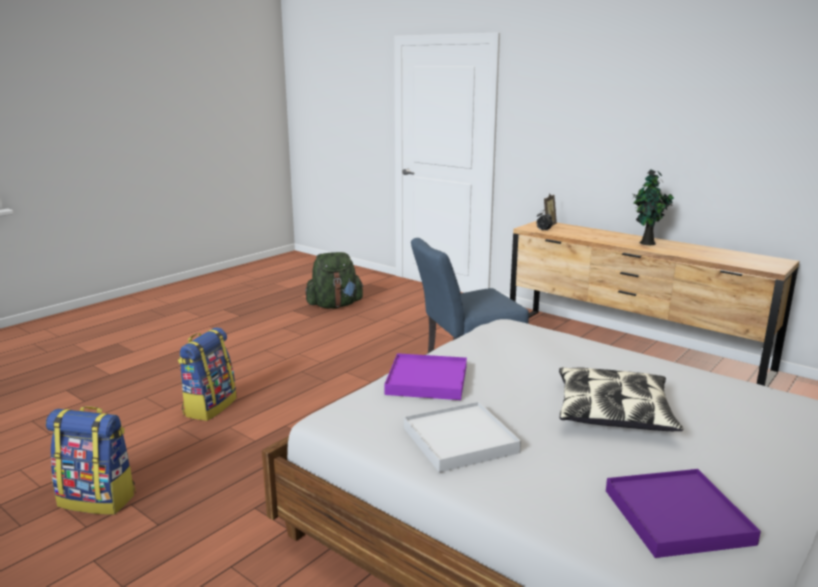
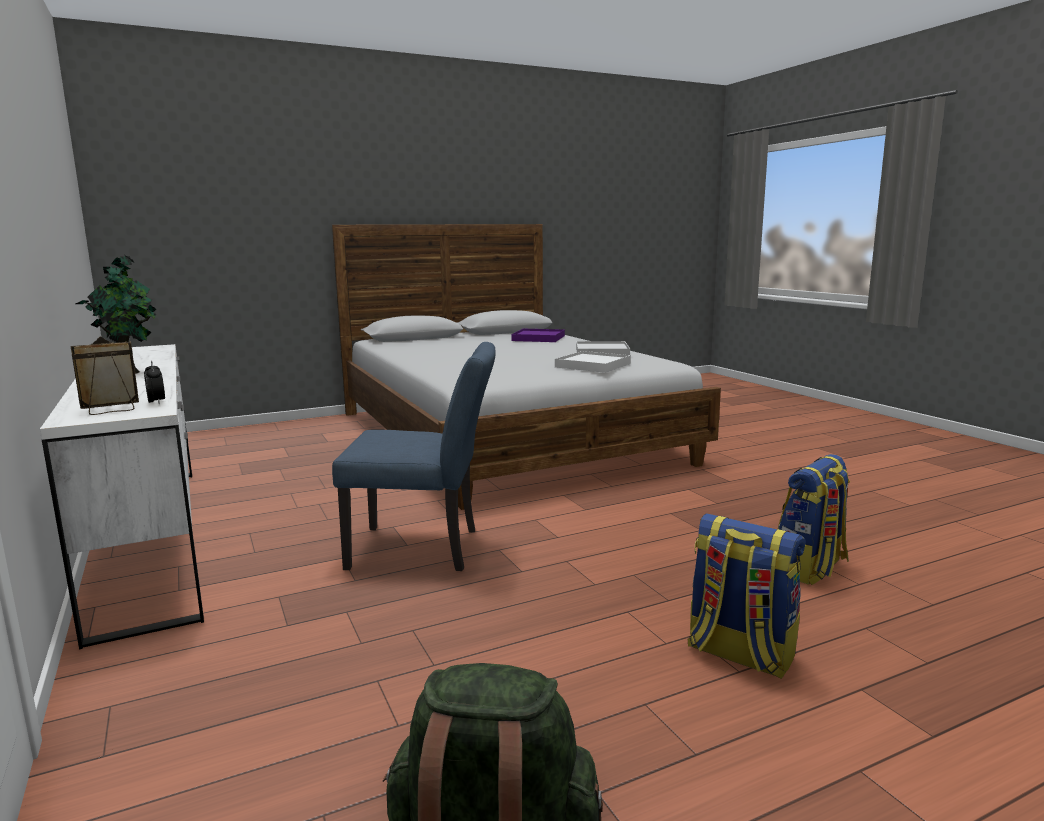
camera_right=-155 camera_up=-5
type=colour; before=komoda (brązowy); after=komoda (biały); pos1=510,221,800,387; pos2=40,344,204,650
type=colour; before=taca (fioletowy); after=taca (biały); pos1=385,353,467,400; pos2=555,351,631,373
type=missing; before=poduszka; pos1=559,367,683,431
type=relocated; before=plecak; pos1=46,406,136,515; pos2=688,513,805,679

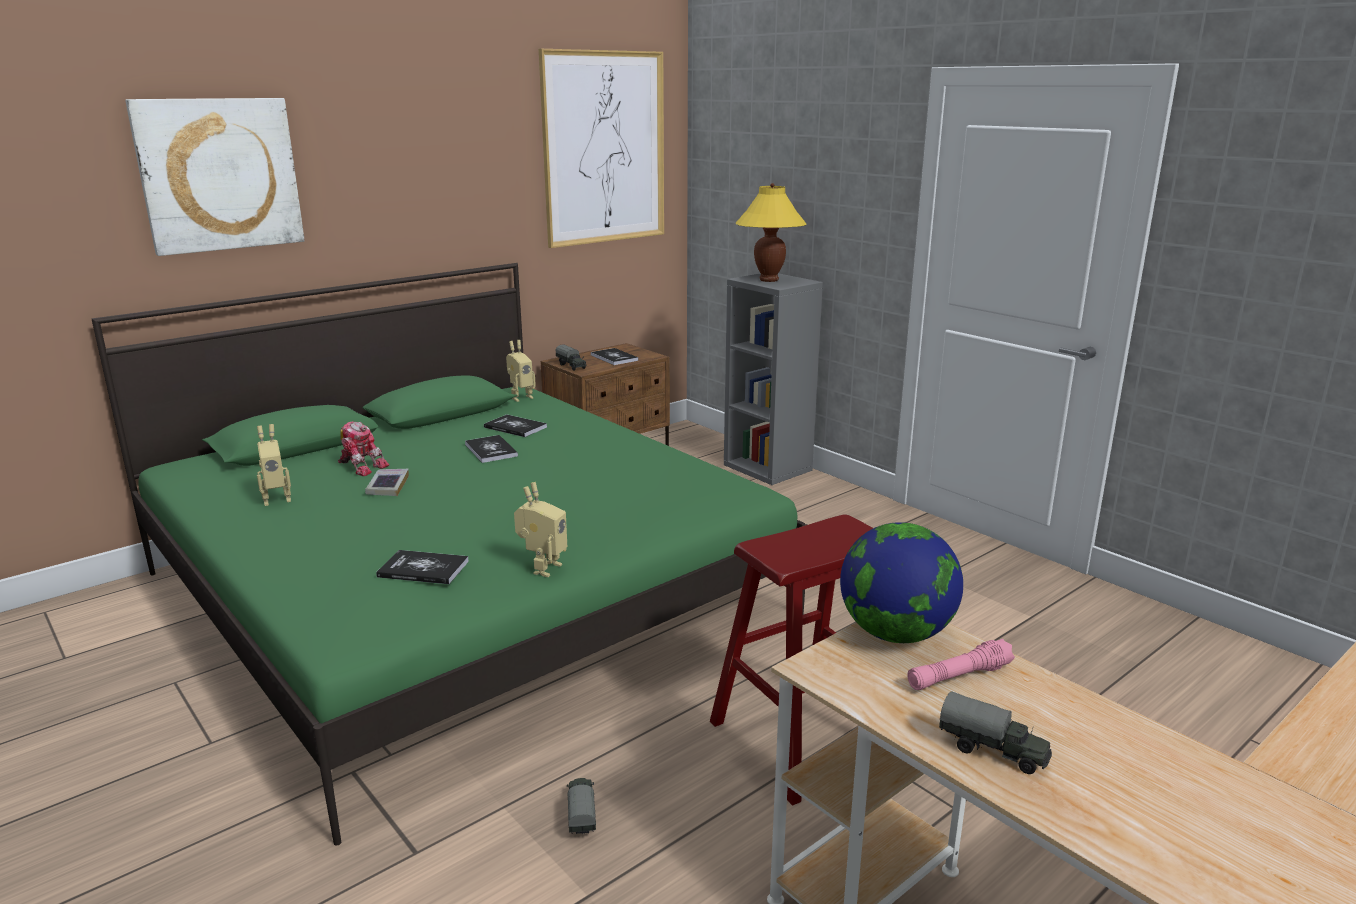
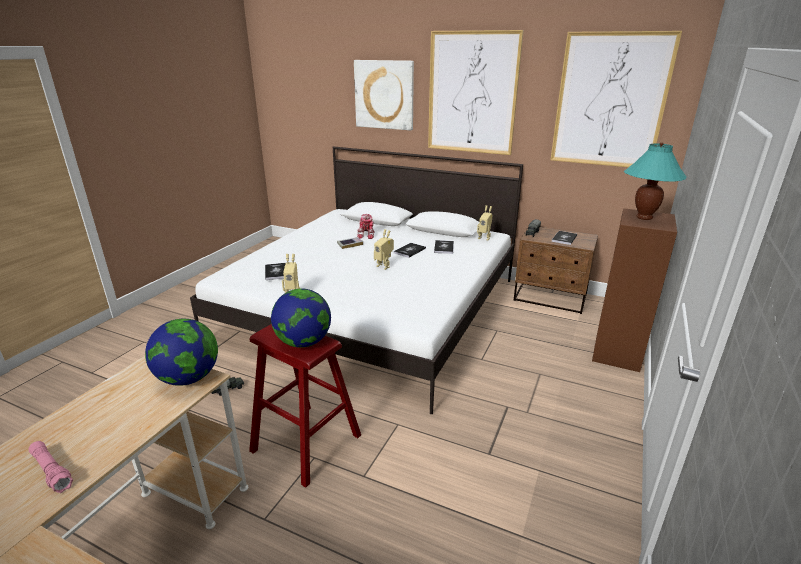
camera_right=65 camera_up=5
type=colour; before=lampa stołowa (żółty); after=lampa stołowa (turkusowy); pos1=736,183,807,282; pos2=624,142,687,220
type=colour; before=łóżko (zielony); after=łóżko (biały); pos1=91,263,807,846; pos2=190,146,523,414
type=colour; before=regał (szary); after=regał (brązowy); pos1=724,273,823,485; pos2=592,208,677,372
type=relocated; before=robot zabawkowy; pos1=257,424,291,506; pos2=374,229,394,270
type=relocated; before=latarka (różowy); pos1=907,639,1015,690; pos2=28,441,73,493
type=missing; before=ciężarówka zabawkowa; pos1=939,691,1052,774
type=appeared; after=obraz; pos2=428,30,524,155
type=appeared; after=globus; pos2=271,288,331,348

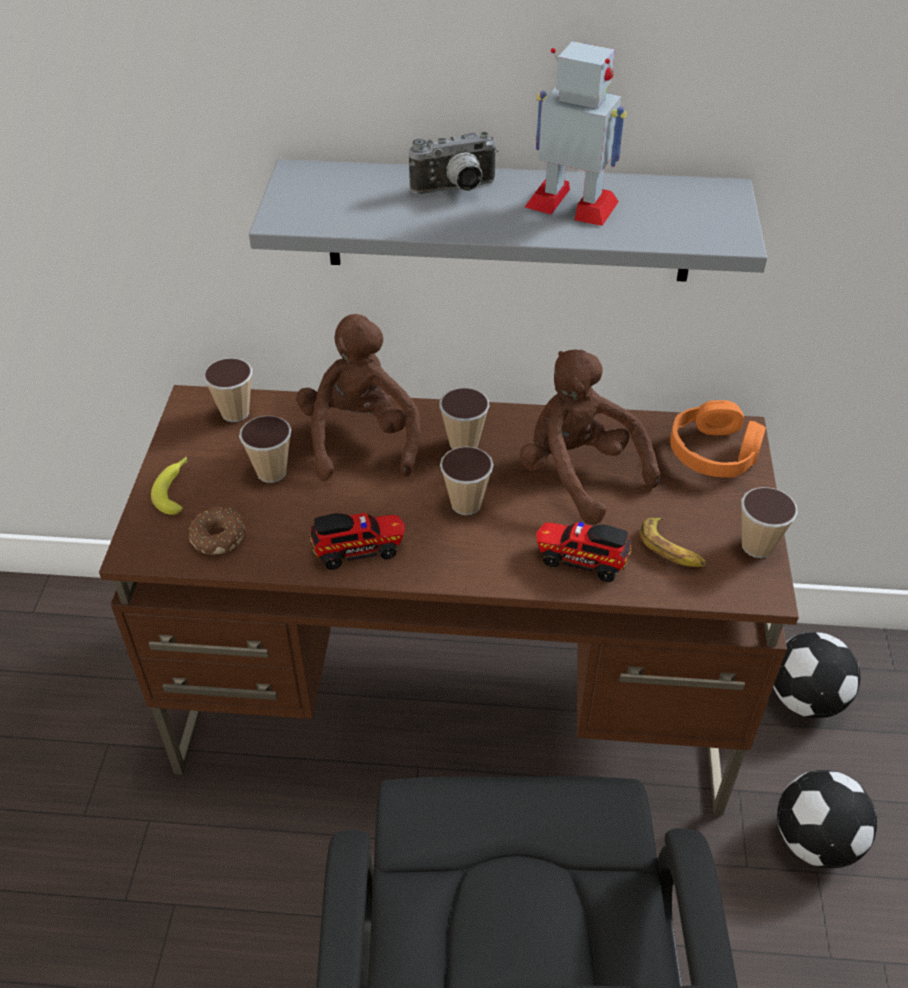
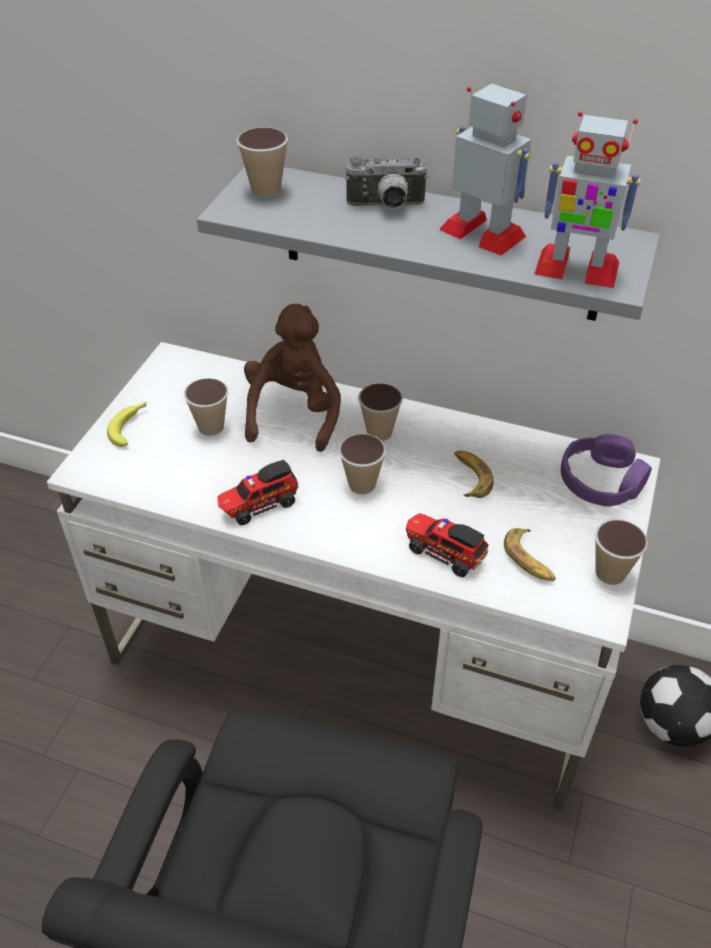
camera_right=15 camera_up=0
type=exchanged; before=pluszak (brązowy); after=banan; pos1=520,350,661,525; pos2=454,451,494,498
type=relocated; before=filiżanka; pos1=203,358,252,422; pos2=237,127,288,197
type=colour; before=biurko (brązowy); after=biurko (biały); pos1=99,385,799,815; pos2=47,342,660,811
type=colour; before=słuchawki (pomarańczowy); after=słuchawki (fioletowy); pos1=670,400,766,478; pos2=561,434,652,507
type=missing; before=donut; pos1=189,507,245,555
type=spun; before=ciężarówka zabawkowa; pos1=310,513,405,570; pos2=218,460,298,525; turn=150
type=missing; before=piłka futbolowa; pos1=777,770,877,868
type=appeared; after=robot zabawkowy; pos2=534,112,641,288

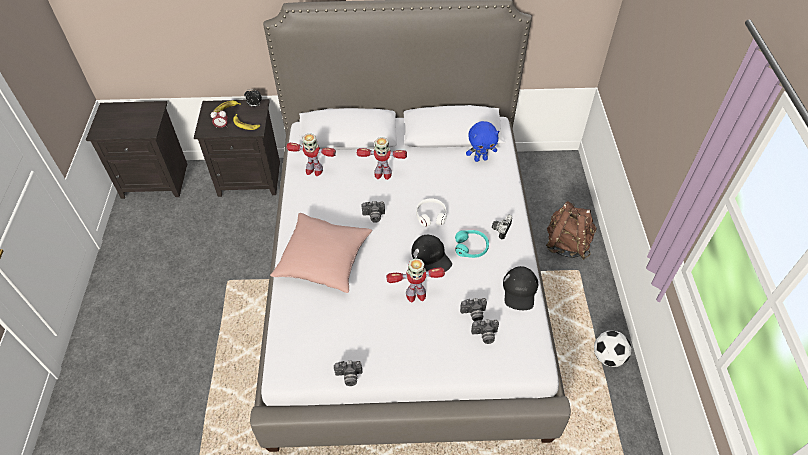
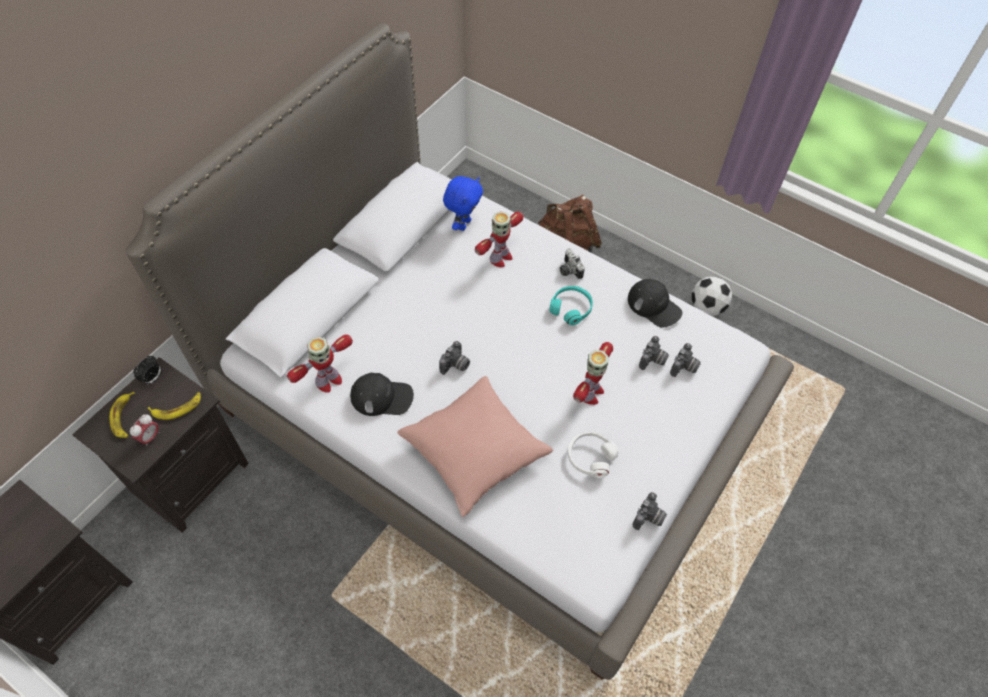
camera_right=-55 camera_up=5
type=relocated; before=robot zabawkowy; pos1=357,137,407,180; pos2=475,211,524,267
type=relocated; before=słuchawki (biały); pos1=416,198,447,227; pos2=568,432,619,478
type=relocated; before=czapka z daszkiem (czarny); pos1=412,235,452,272; pos2=350,372,414,416

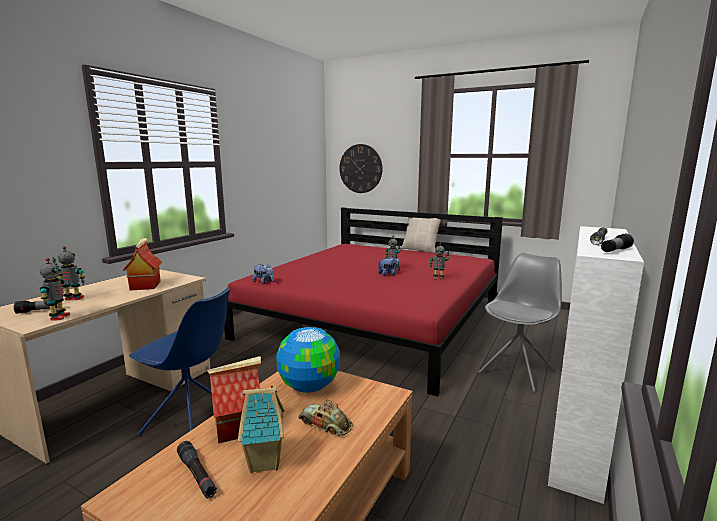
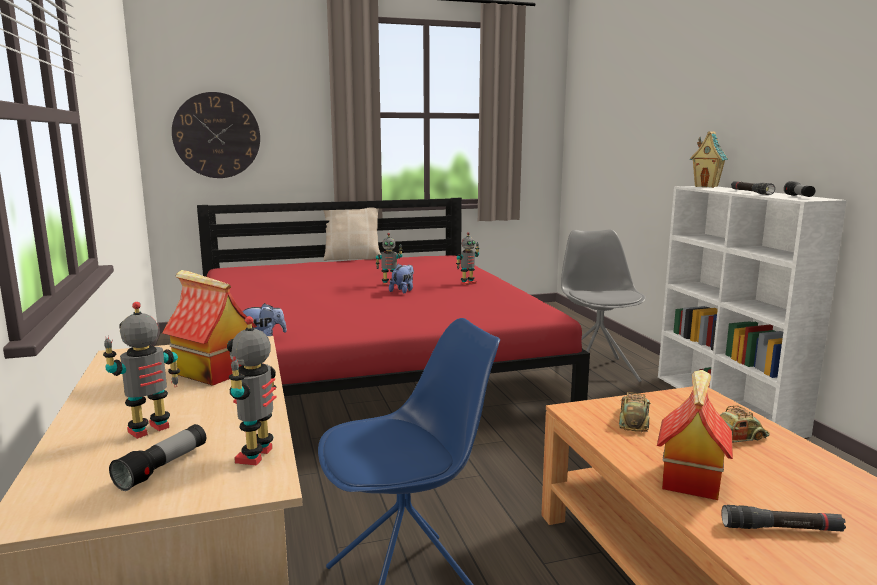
camera_right=-45 camera_up=0
type=spun; before=robot zabawkowy; pos1=40,258,70,321; pos2=227,316,277,465; turn=-120
type=exchanged; before=globus; after=samochodzik; pos1=276,327,340,393; pos2=619,392,651,432
type=relocated; before=domek; pos1=238,385,285,473; pos2=690,131,728,188

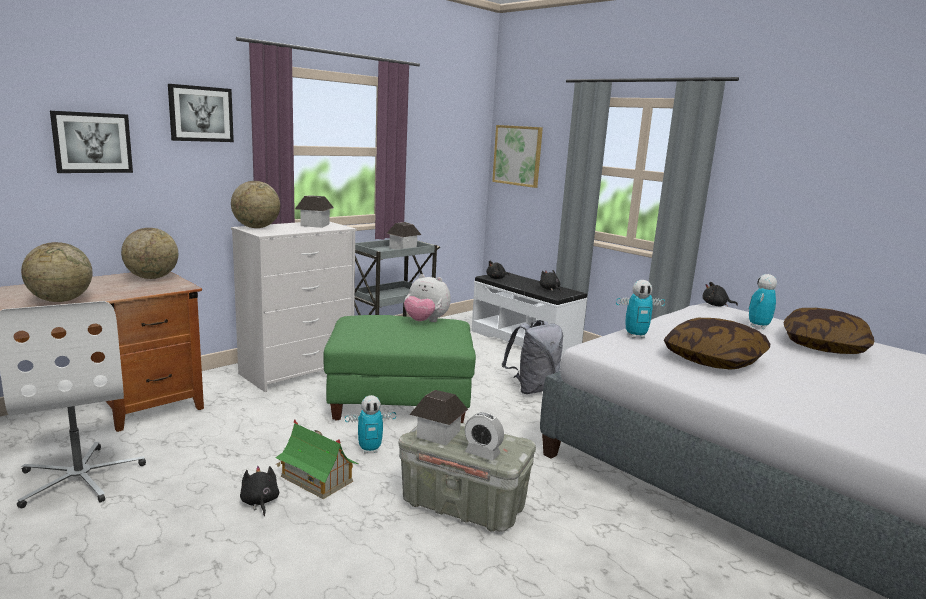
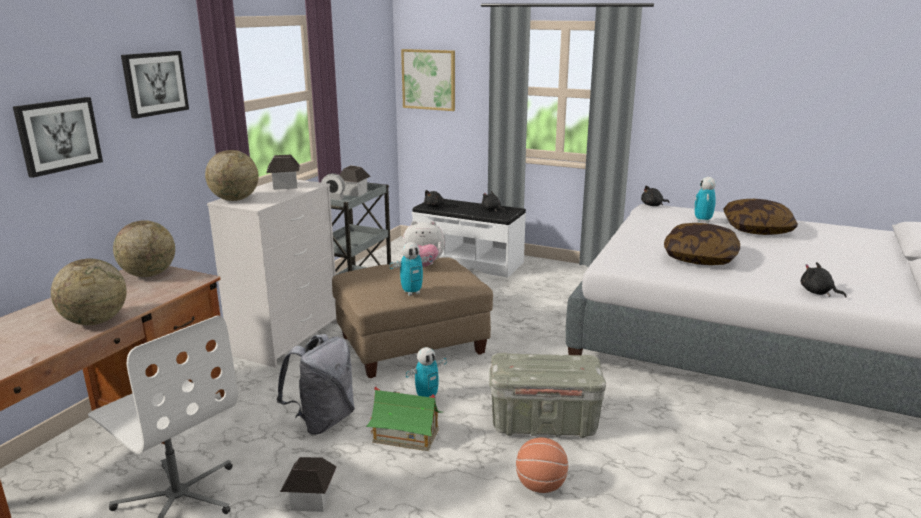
camera_right=-20 camera_up=5
type=relocated; before=robot zabawkowy; pos1=616,280,665,338; pos2=390,242,433,296
type=colour; before=pufa (zielony); after=pufa (beżowy); pos1=324,315,476,423; pos2=332,257,493,378
type=relocated; before=plecak (szary); pos1=502,320,563,394; pos2=277,334,355,435
type=relocated; before=domek; pos1=409,390,468,446; pos2=280,457,337,512
type=relocated; before=budzik; pos1=465,412,504,461; pos2=321,173,345,200
type=relocated; before=pluszak (czarny); pos1=240,466,279,516; pos2=801,262,847,298
type=appeared; after=piłka do koszykówki; pos2=516,438,568,493

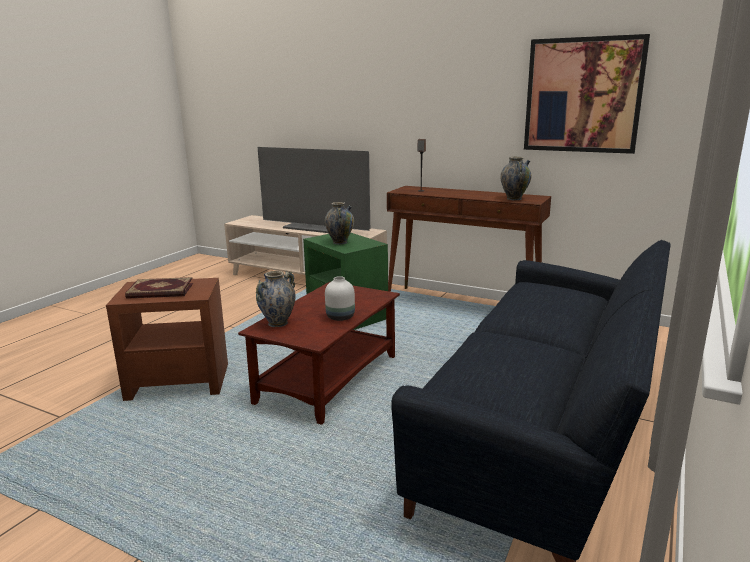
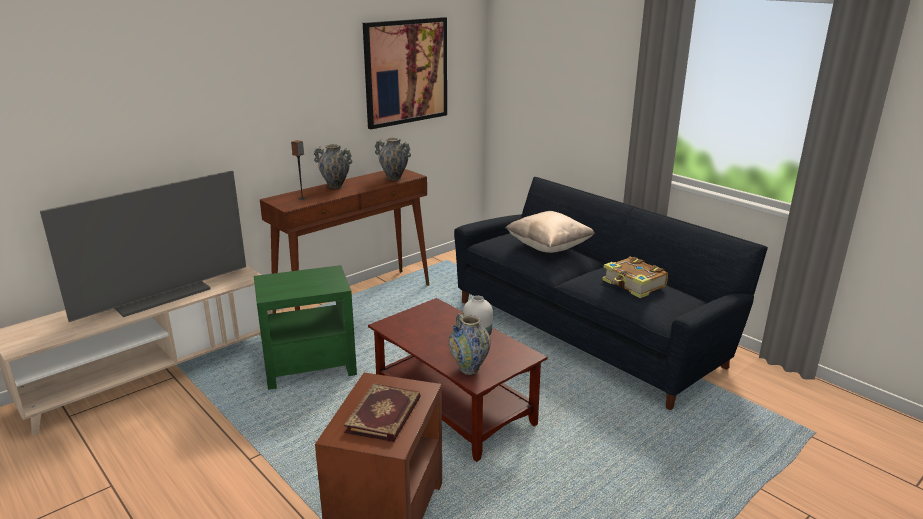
camera_right=-70 camera_up=5
type=relocated; before=wazon; pos1=325,202,354,245; pos2=314,144,352,189
type=appeared; after=poduszka (beżowy); pos2=505,211,595,253
type=appeared; after=książka; pos2=602,257,668,298

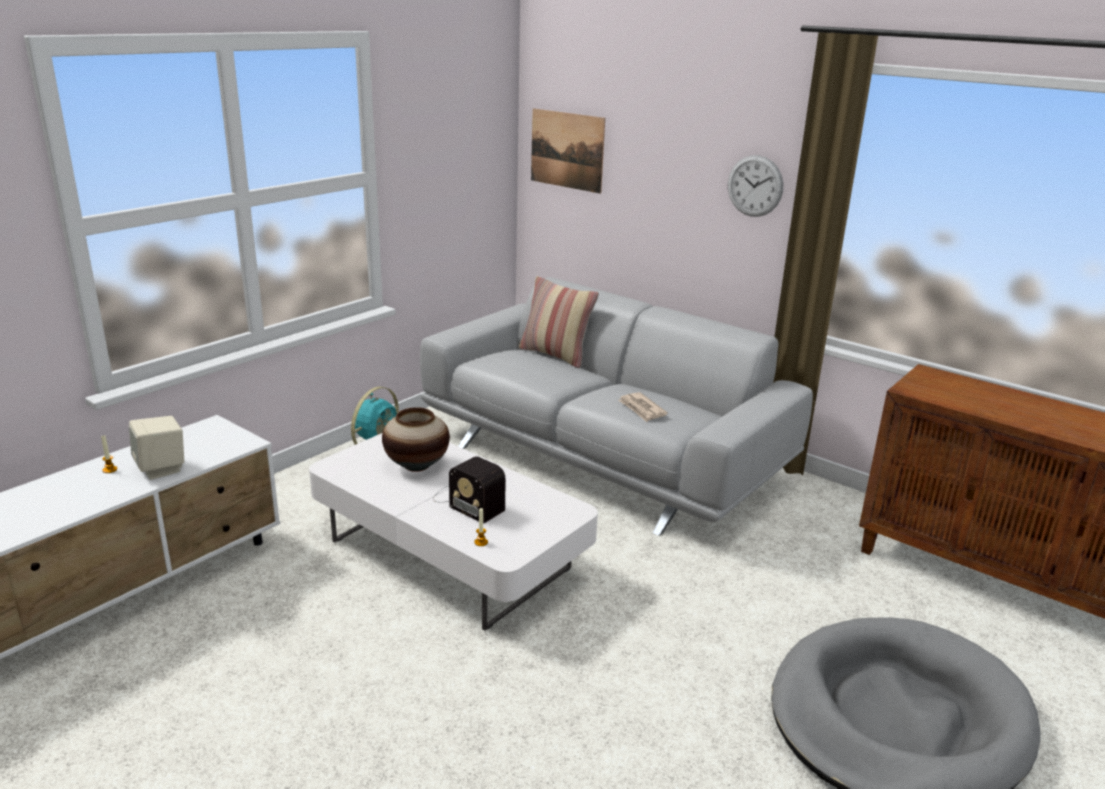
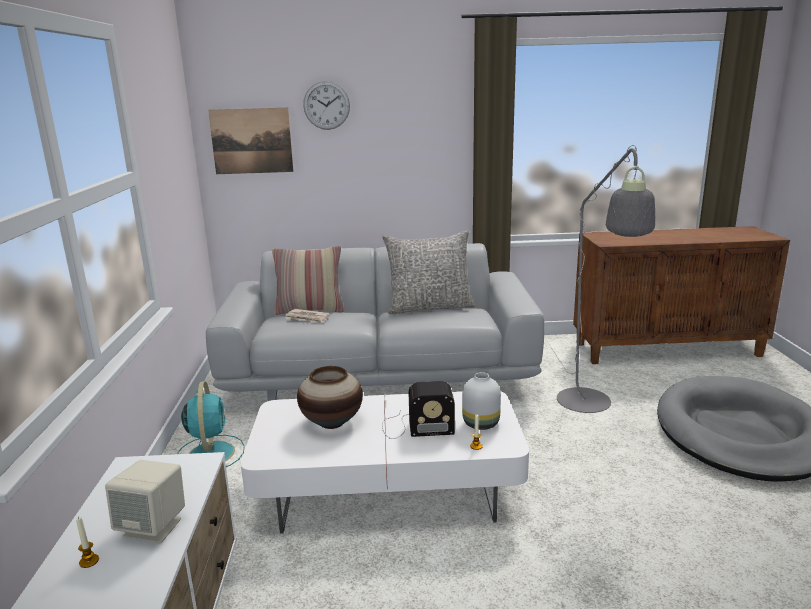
camera_right=-40 camera_up=-5
type=relocated; before=zegar ścienny; pos1=728,155,783,217; pos2=303,81,350,130
type=relocated; before=gazeta; pos1=618,392,668,422; pos2=285,309,330,324
type=appeared; after=lampa stojąca (szary); pos2=548,145,655,413
type=appeared; after=poduszka (szary); pos2=383,230,475,314
type=appeared; after=wazon (biały); pos2=462,372,501,430

